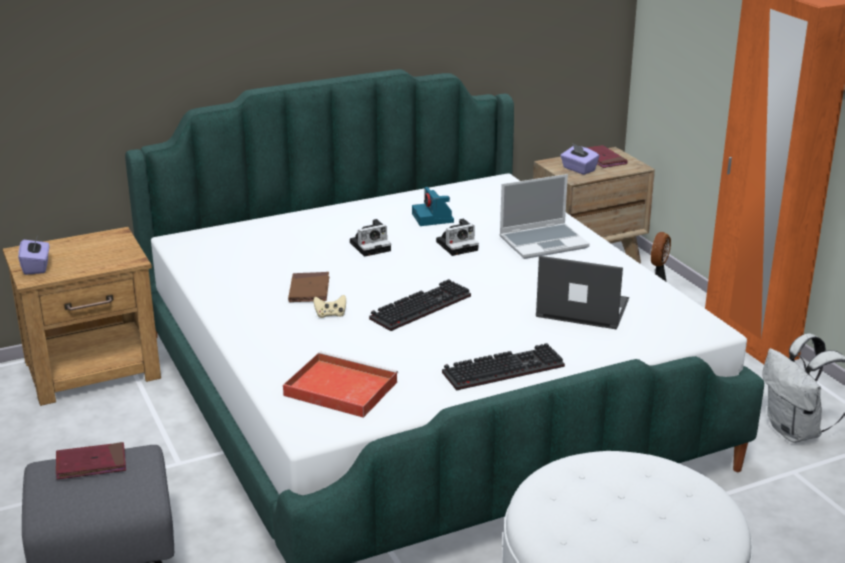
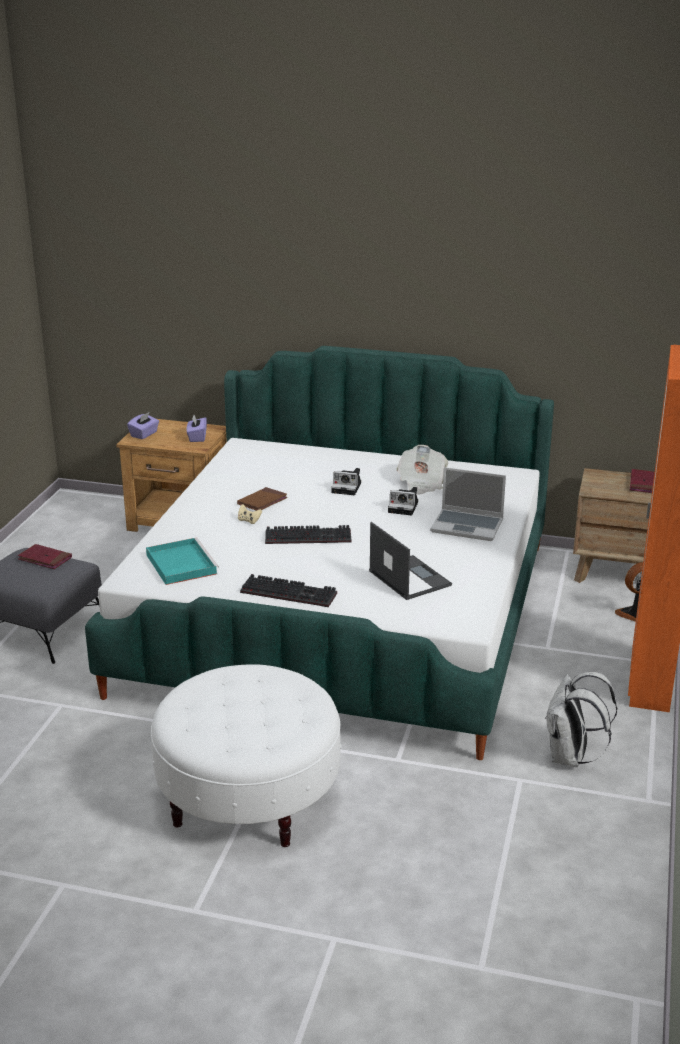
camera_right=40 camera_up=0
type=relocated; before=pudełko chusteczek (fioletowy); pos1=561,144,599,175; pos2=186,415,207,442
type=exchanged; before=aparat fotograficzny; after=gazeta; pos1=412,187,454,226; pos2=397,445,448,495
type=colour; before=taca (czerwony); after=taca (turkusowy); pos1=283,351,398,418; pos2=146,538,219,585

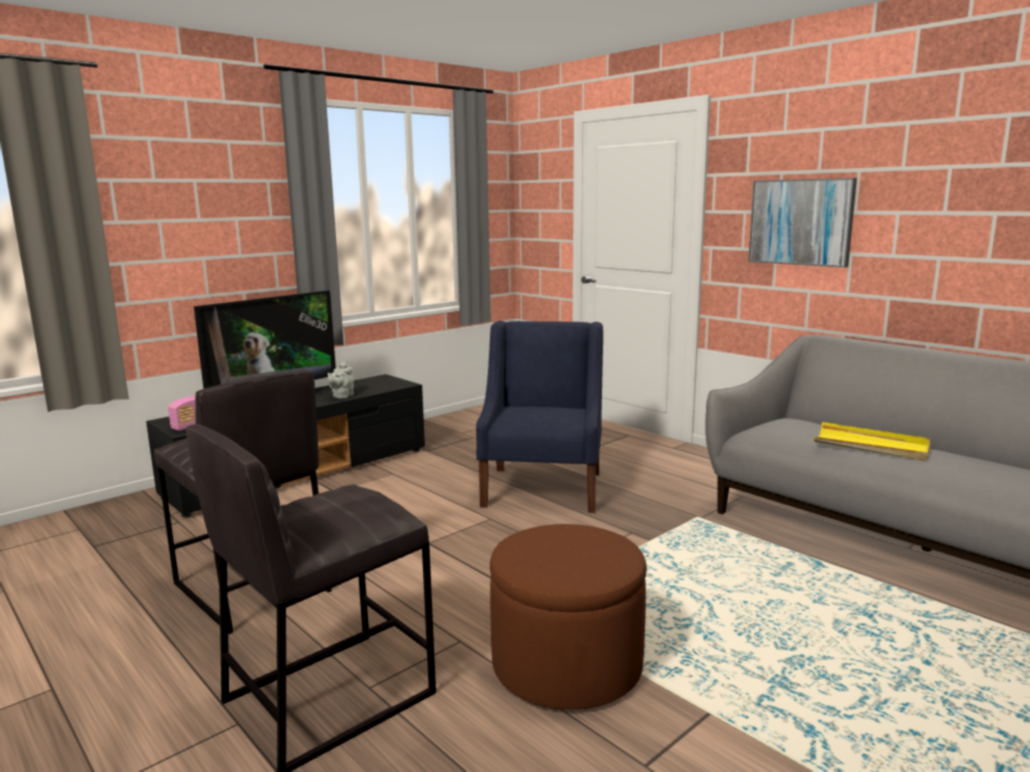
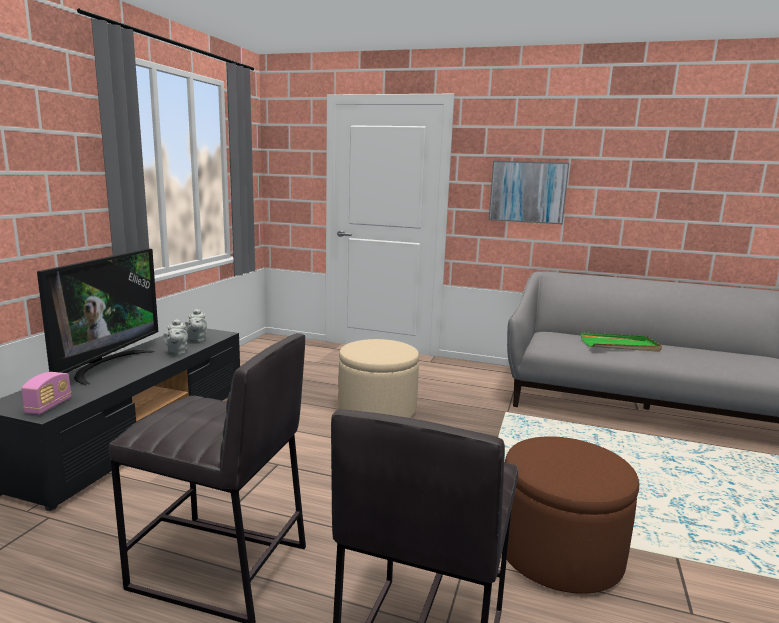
camera_right=-30 camera_up=0
type=exchanged; before=fotel (niebieski); after=pufa (beżowy); pos1=476,321,603,513; pos2=338,339,419,418
type=colour; before=taca (żółty); after=taca (zielony); pos1=814,422,930,461; pos2=581,332,662,352
type=appeared; after=imbryk (szary); pos2=185,308,207,342

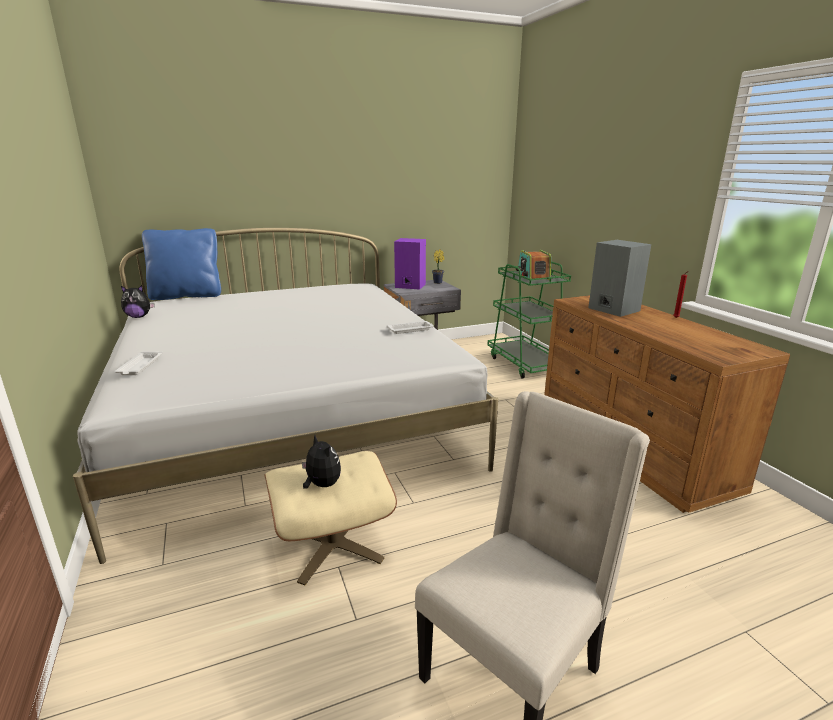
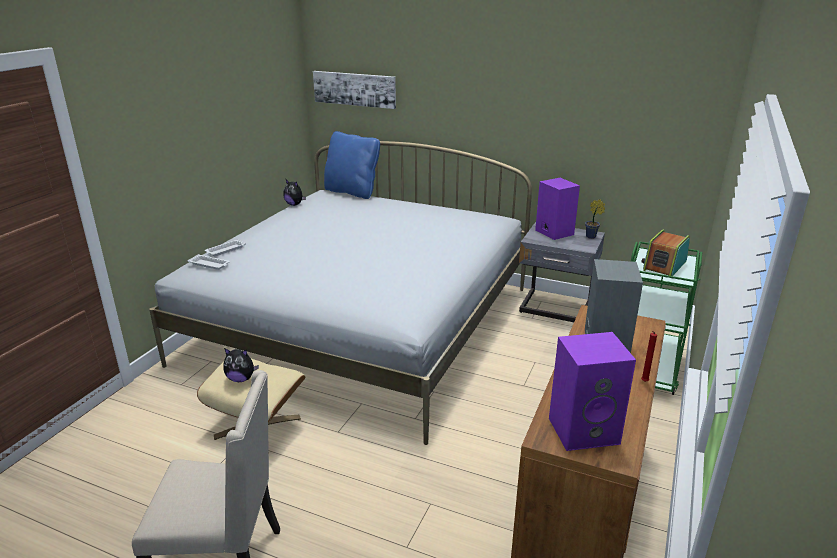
camera_right=45 camera_up=5
type=relocated; before=taca (biały); pos1=387,321,434,334; pos2=188,254,230,270
type=spun; before=pluszak; pos1=302,435,341,489; pos2=223,348,259,382; turn=90
type=appeared; after=obraz; pos2=313,71,396,109
type=appeared; after=głośnik (fioletowy); pos2=549,332,636,451

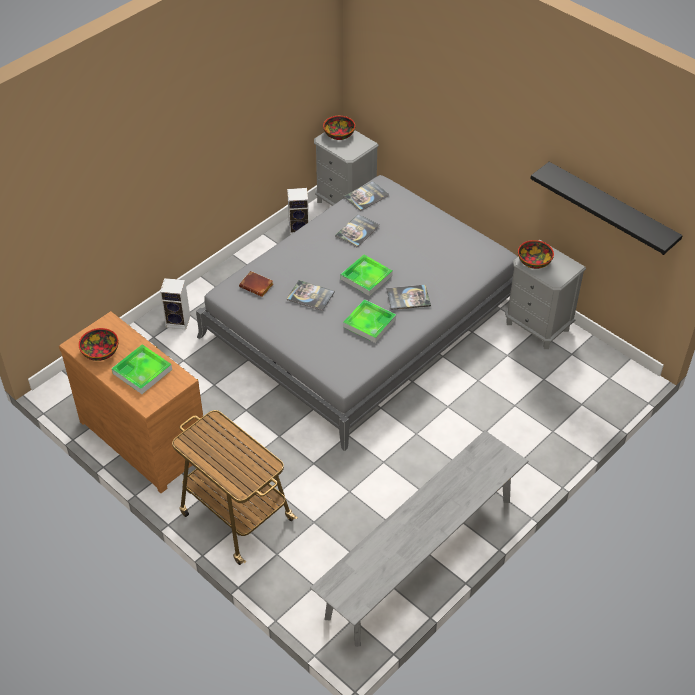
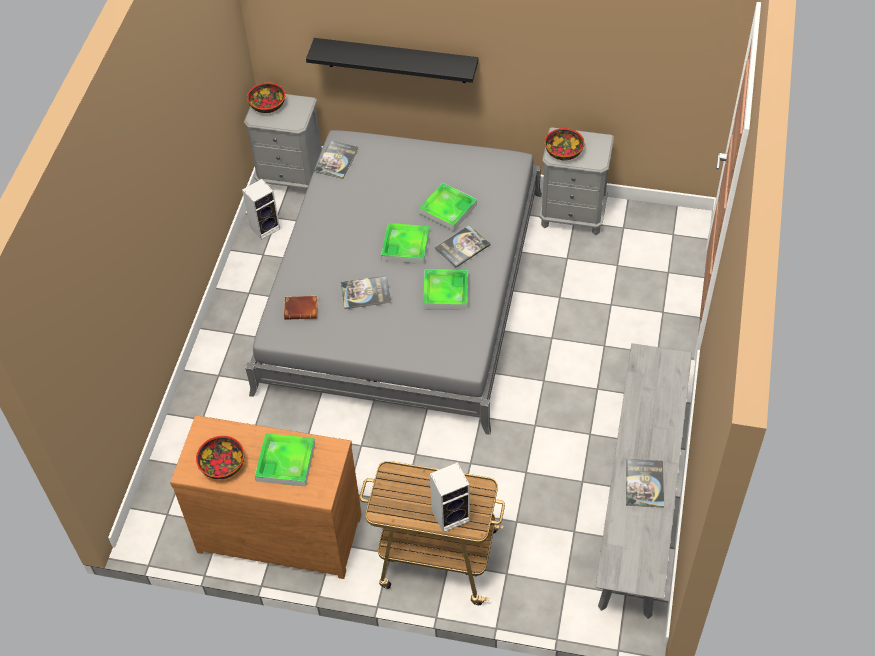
camera_right=-30 camera_up=5
type=relocated; before=półka (czarny); pos1=530,162,683,255; pos2=306,38,479,83
type=relocated; before=książka; pos1=335,214,379,247; pos2=626,459,664,508
type=relocated; before=głośnik; pos1=160,278,190,330; pos2=430,462,470,533
type=appeared; after=taca; pos2=419,183,477,231

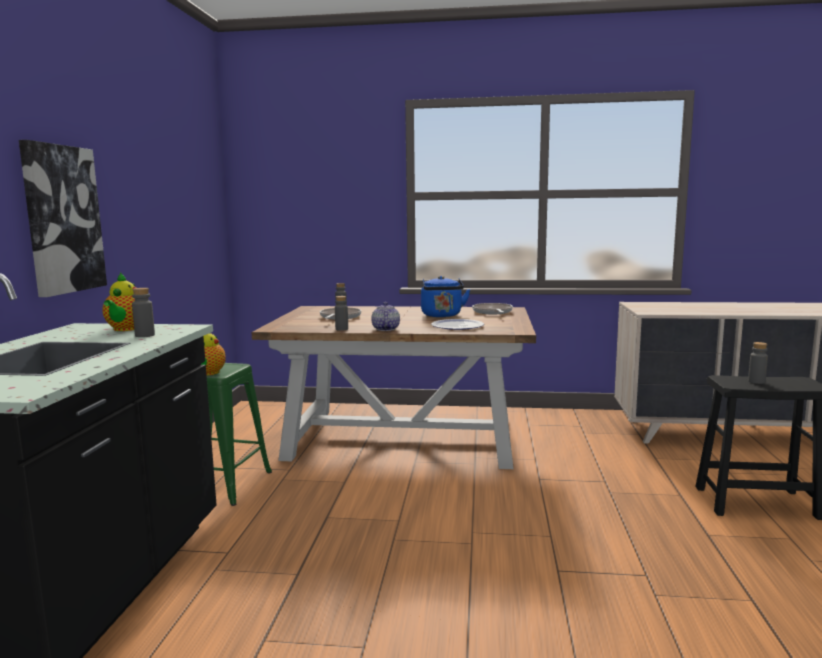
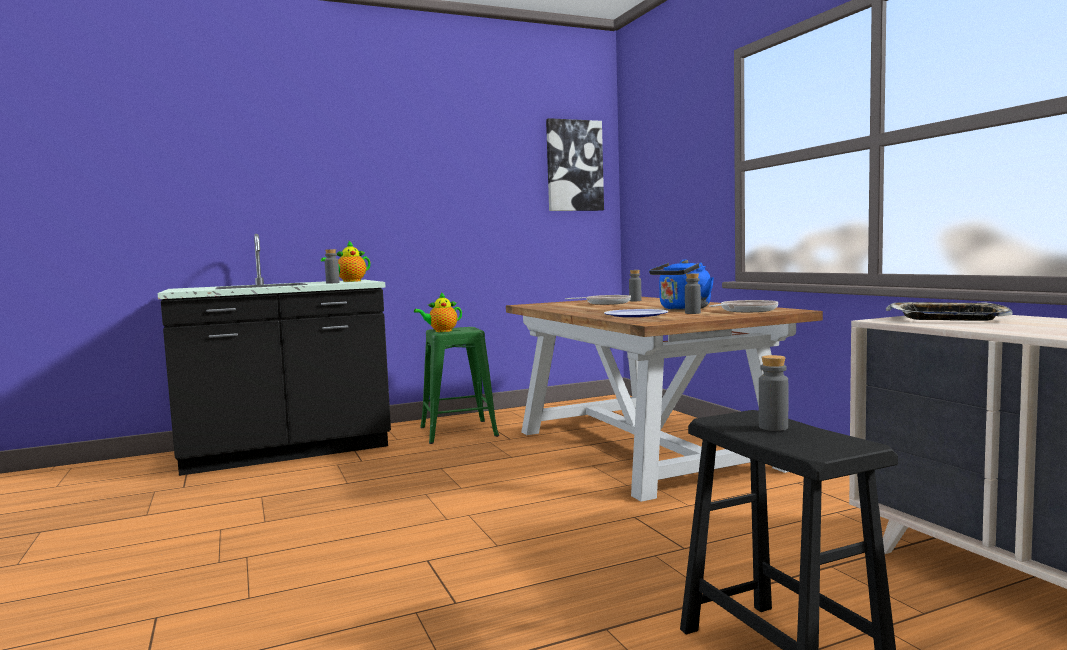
camera_right=60 camera_up=-5
type=relocated; before=obraz; pos1=19,140,107,297; pos2=546,118,604,211
type=relocated; before=butelka (szary); pos1=335,296,348,331; pos2=685,273,701,314
type=missing; before=imbryk; pos1=371,302,400,331
type=appeared; after=taca; pos2=886,302,1013,321

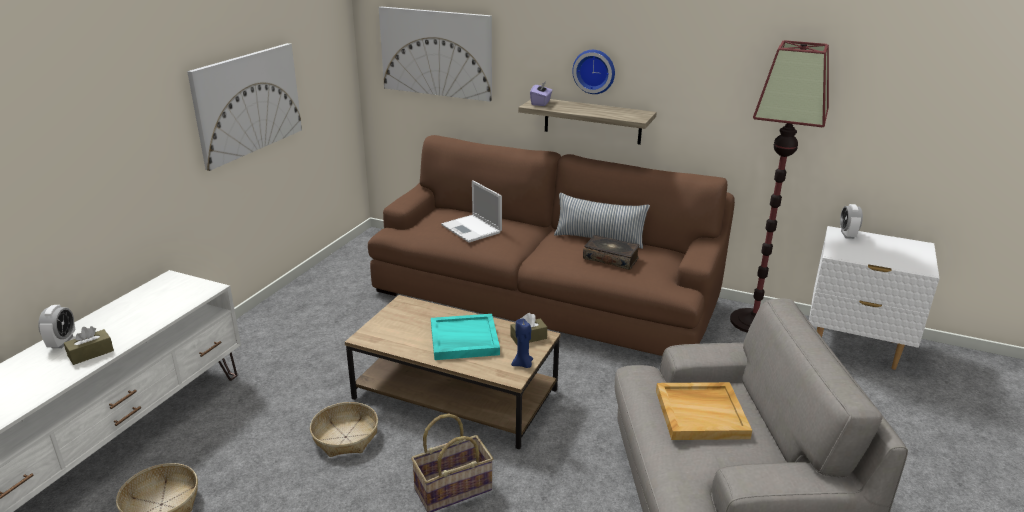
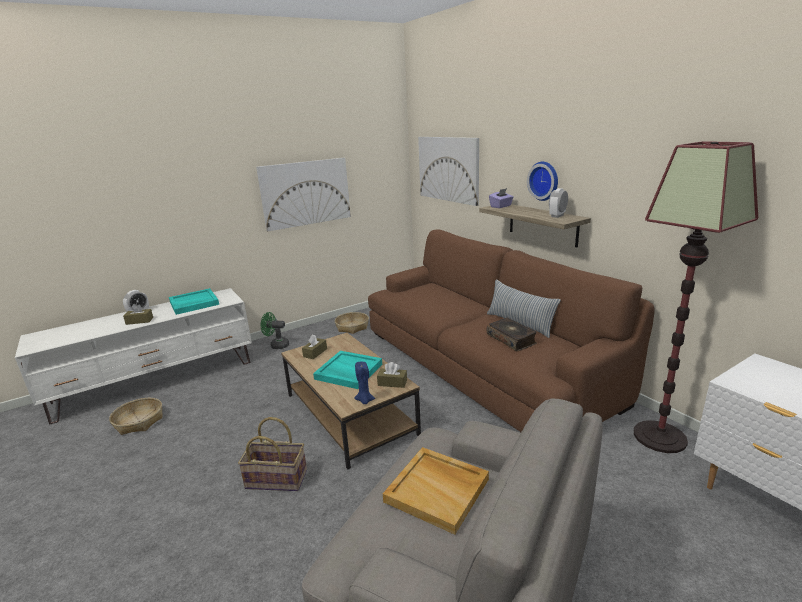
camera_right=35 camera_up=-5
type=missing; before=laptop; pos1=441,180,502,243
type=relocated; before=budzik; pos1=840,204,863,239; pos2=549,188,568,218
type=relocated; before=koszyk; pos1=310,402,378,457; pos2=335,312,369,334
type=appeared; after=taca (turkusowy); pos2=169,288,219,315
type=appeared; after=wentylator (zielony); pos2=261,312,289,349
type=appeared; after=pudełko chusteczek (brązowy); pos2=302,334,327,359

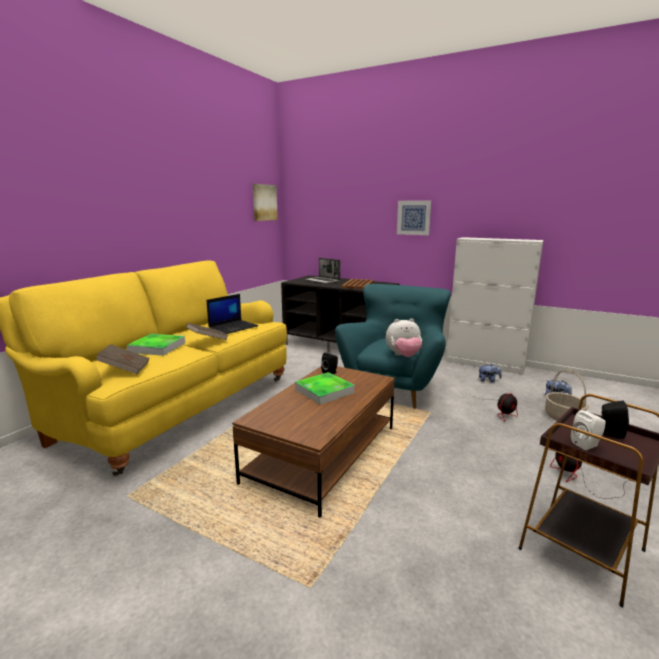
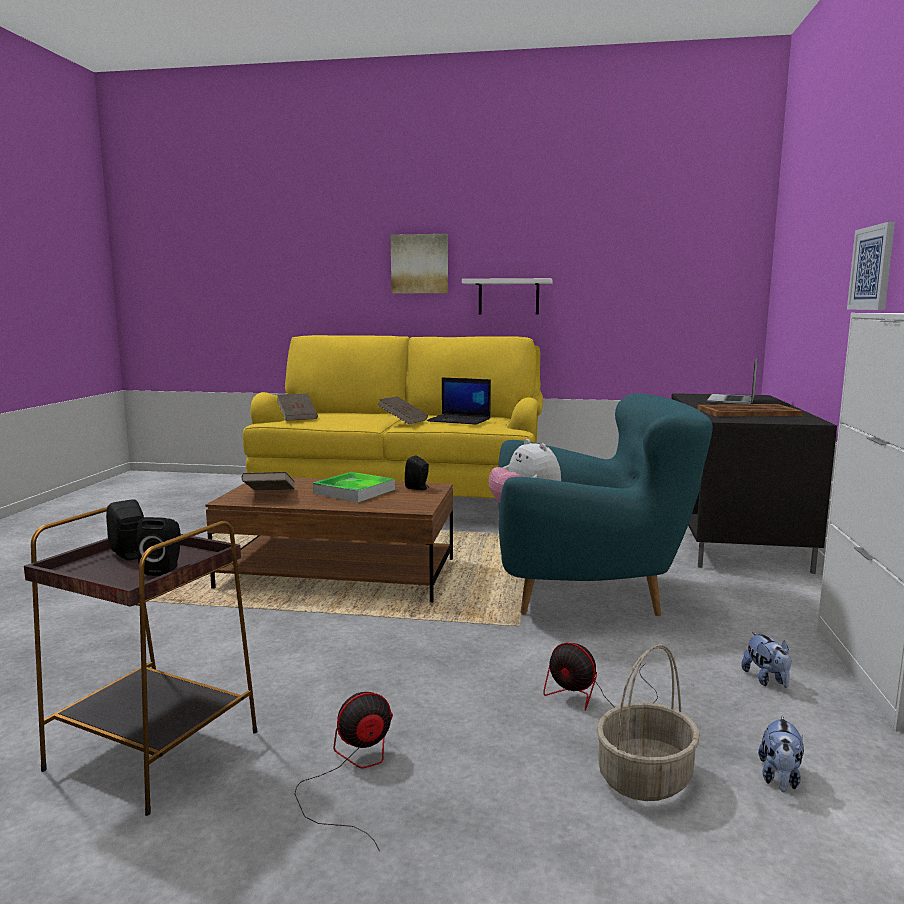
camera_right=70 camera_up=-5
type=relocated; before=obraz; pos1=253,184,278,221; pos2=391,234,448,293
type=missing; before=taca; pos1=126,334,185,356
type=colour; before=głośnik (biały); after=głośnik (czarny); pos1=571,410,606,450; pos2=106,499,144,560
type=appeared; after=półka (biały); pos2=462,278,552,315
type=appeared; after=książka (brązowy); pos2=241,472,295,491

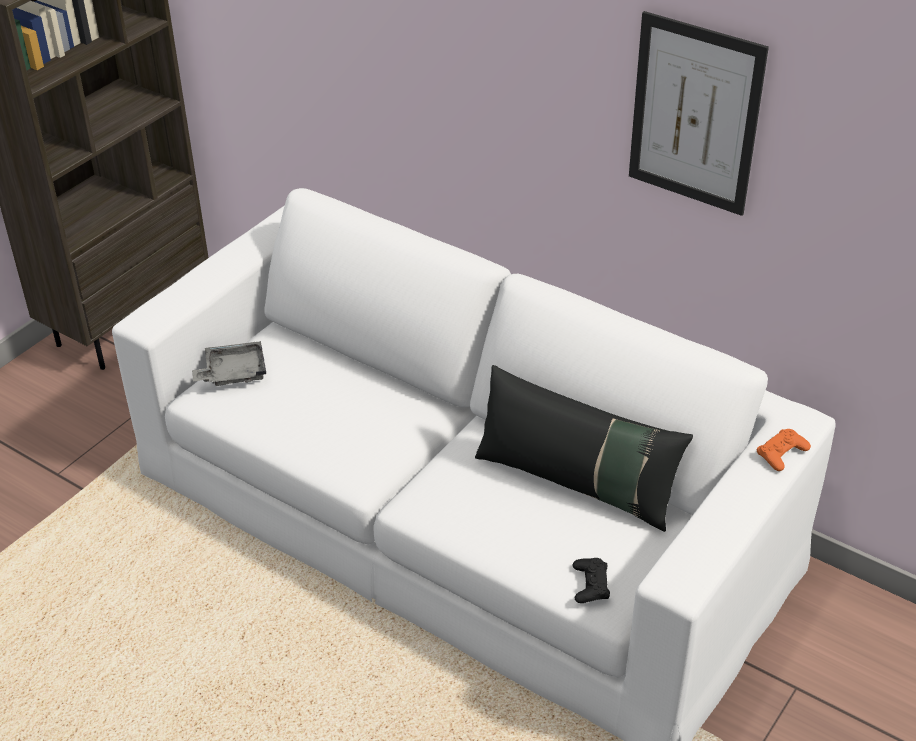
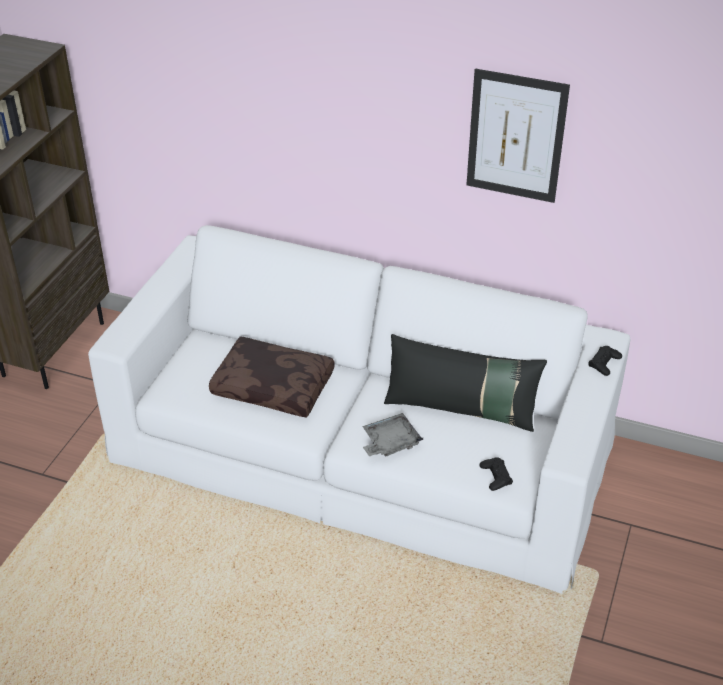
camera_right=-15 camera_up=0
type=relocated; before=taca (szary); pos1=192,341,266,386; pos2=362,413,423,457
type=colour; before=pad do gier (pomarańczowy); after=pad do gier (czarny); pos1=757,429,811,471; pos2=588,346,622,376
type=appeared; after=poduszka (brązowy); pos2=209,337,334,417

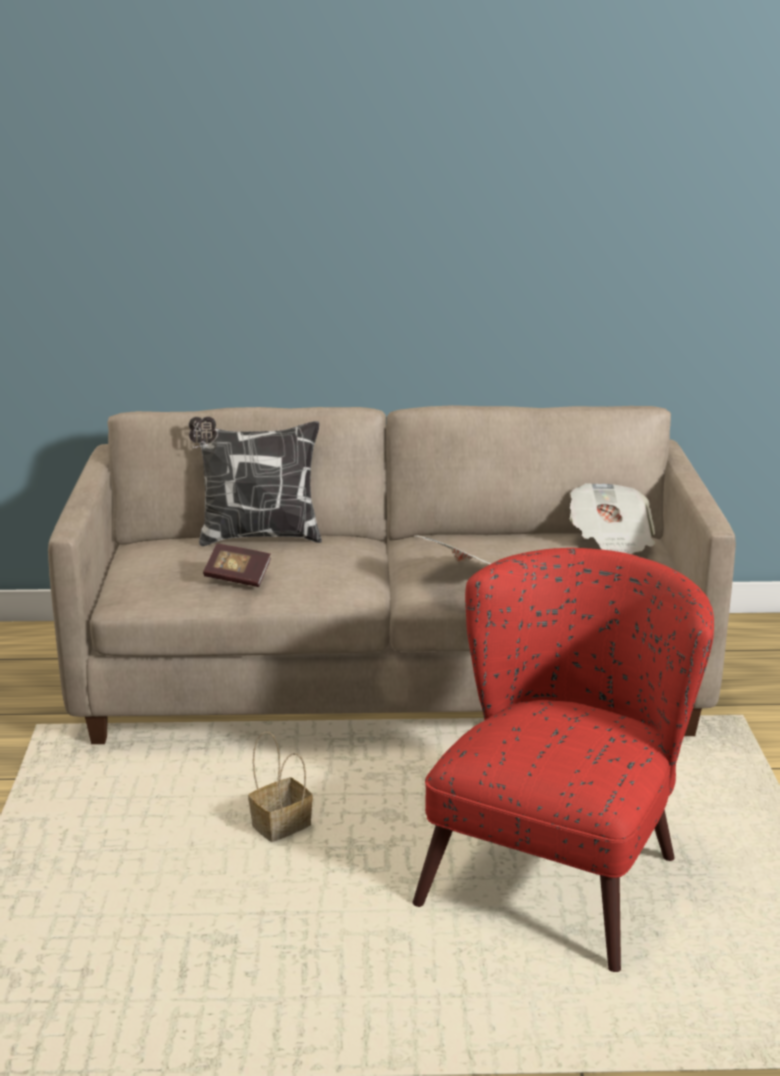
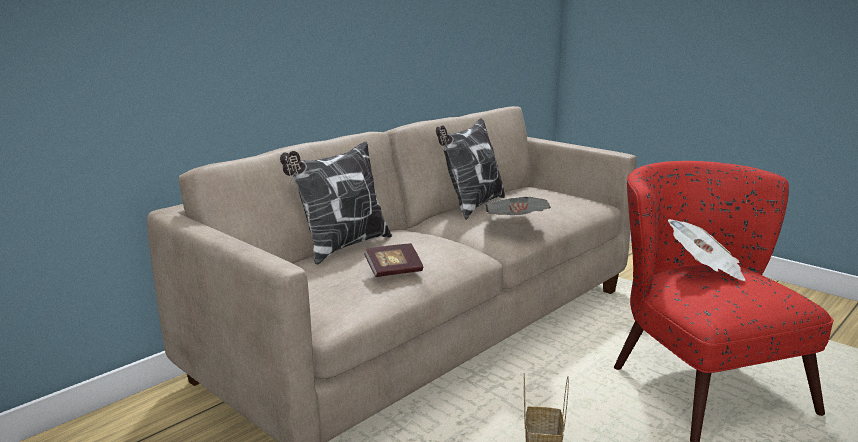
camera_right=-45 camera_up=-5
type=relocated; before=gazeta; pos1=569,483,655,554; pos2=668,219,746,281
type=appeared; after=poduszka; pos2=436,118,505,220

